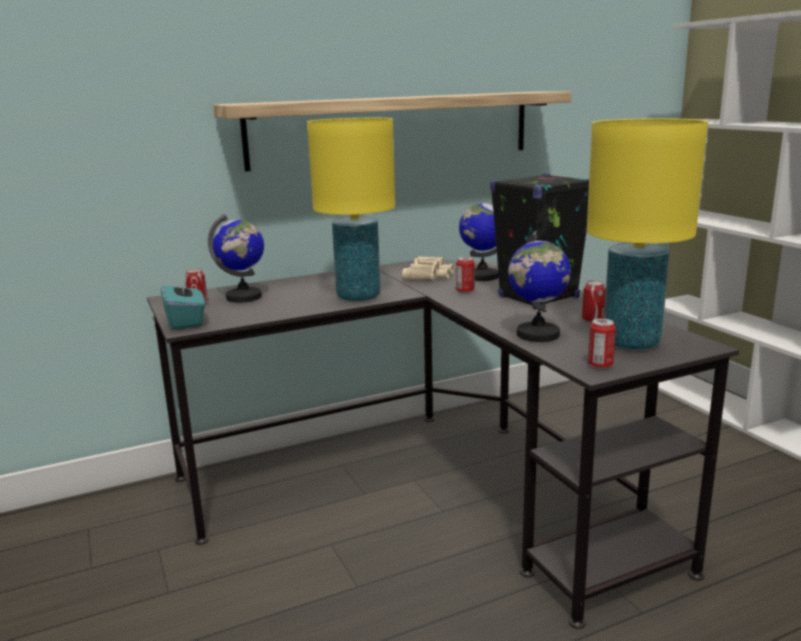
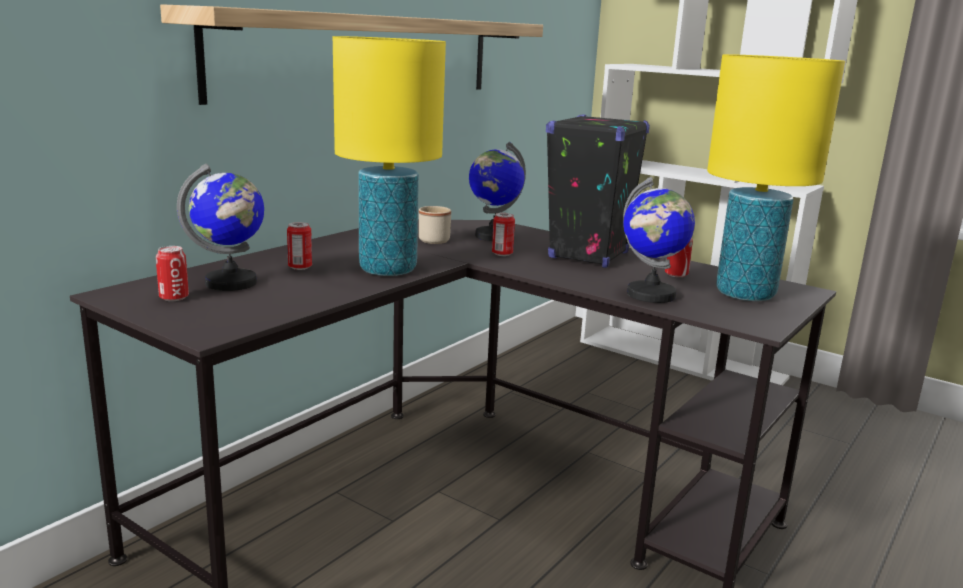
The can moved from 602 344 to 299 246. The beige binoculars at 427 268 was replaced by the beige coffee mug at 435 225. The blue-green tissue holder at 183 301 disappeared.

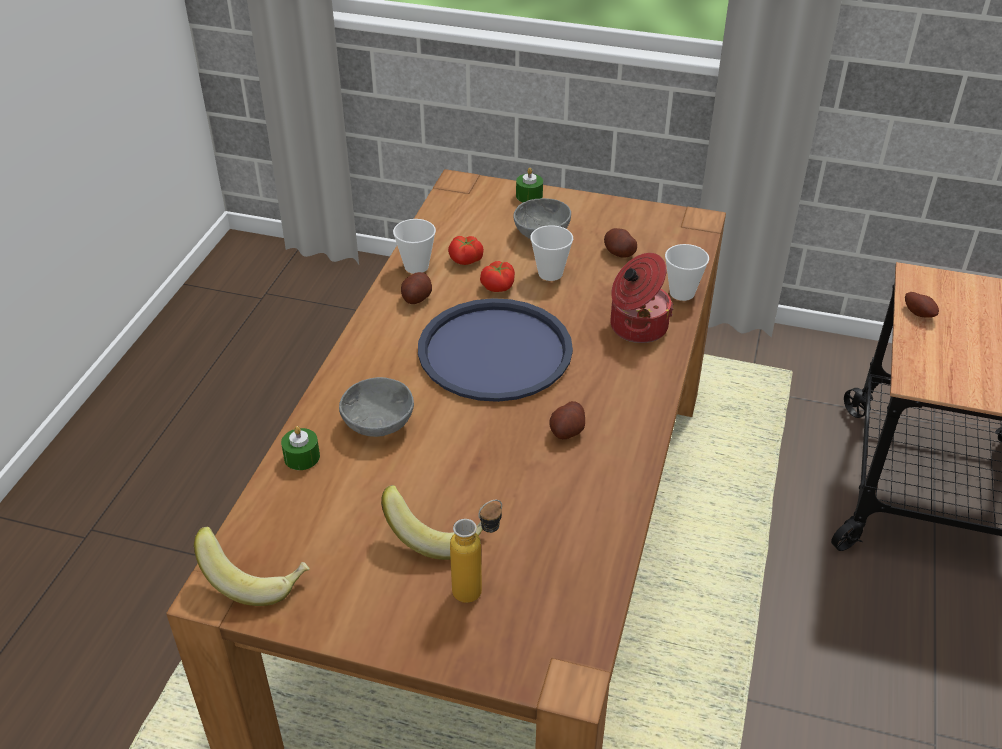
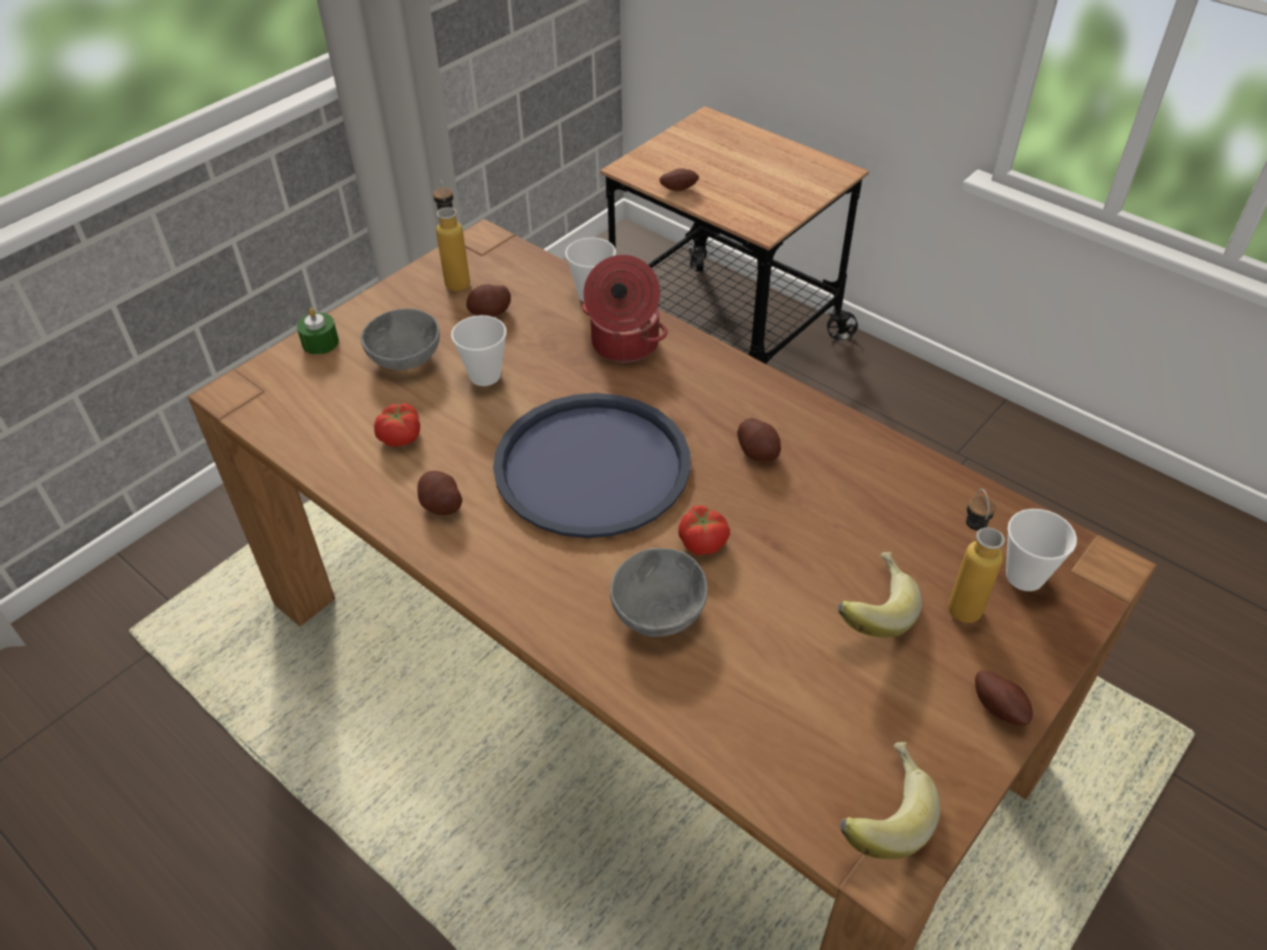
The drink bottle at 451 235 appeared. The tomato moved from 497 276 to 704 530. The potato at 1004 698 appeared. The small cup moved from 414 246 to 1041 550. The green-coloured candle at 300 448 disappeared.

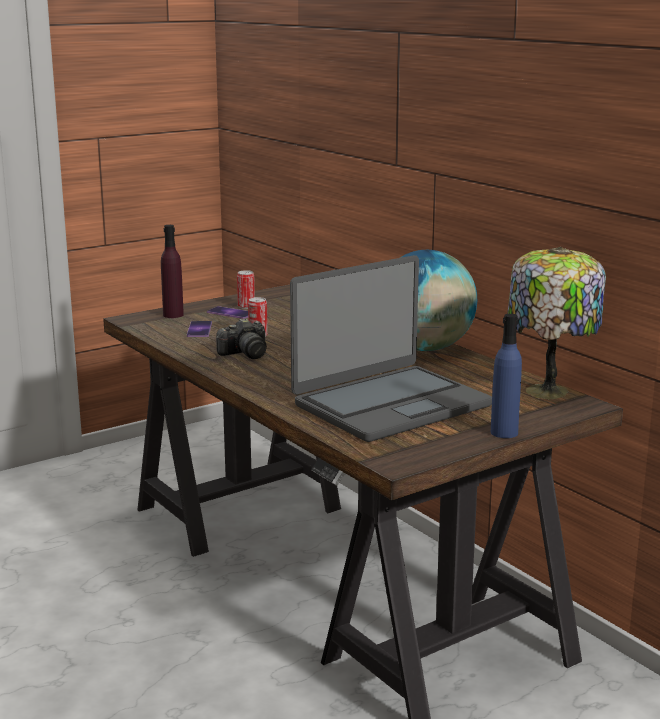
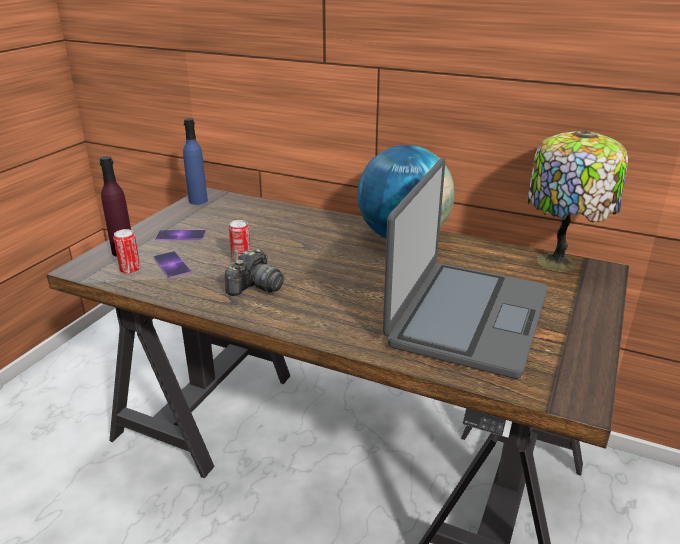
The can moved from 246 289 to 127 251. The bluish drink bottle moved from 506 376 to 195 161.

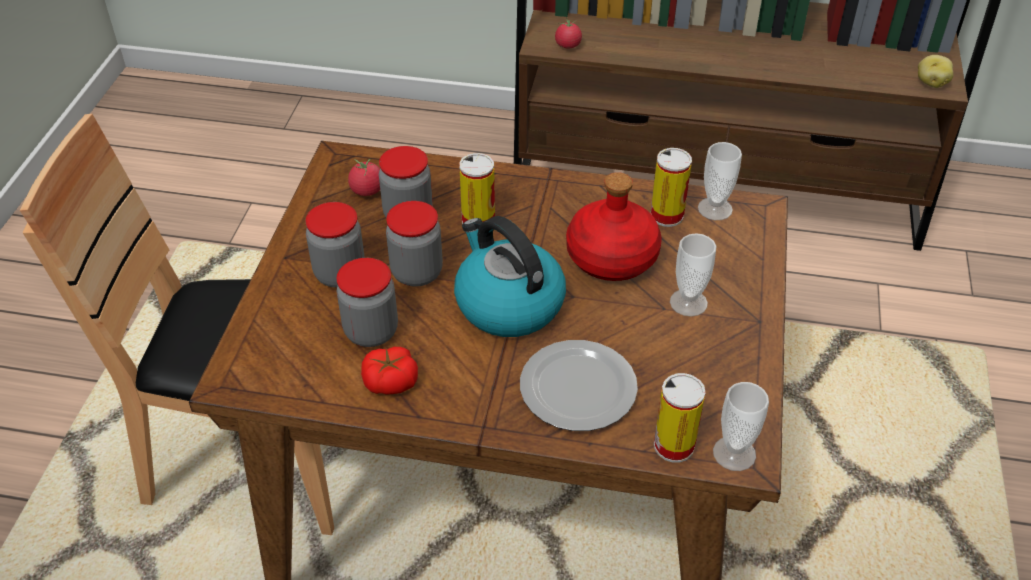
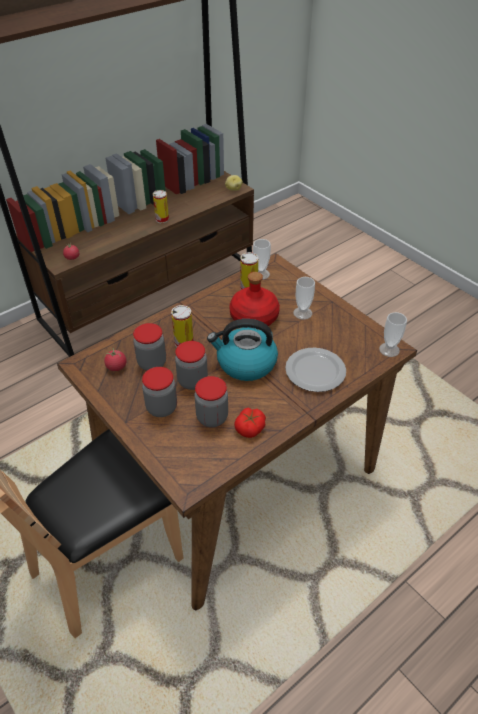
The can moved from 680 418 to 161 206.

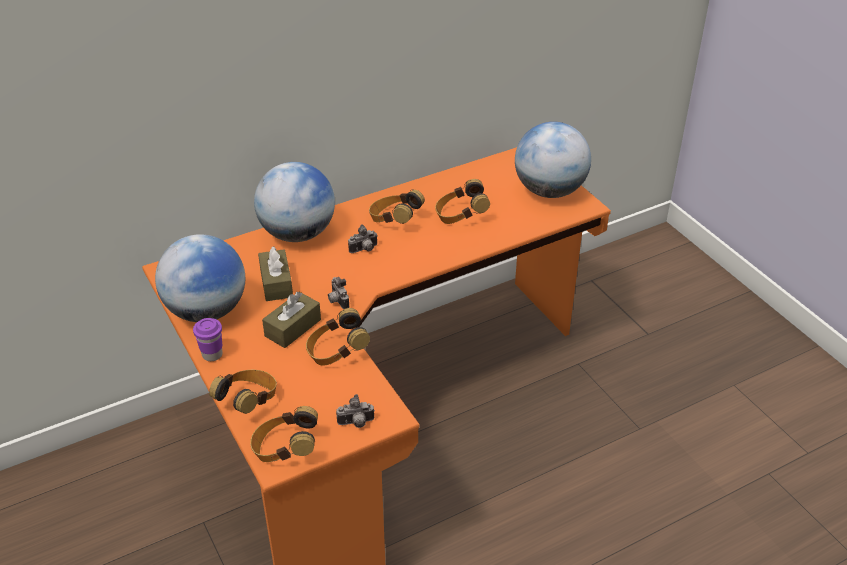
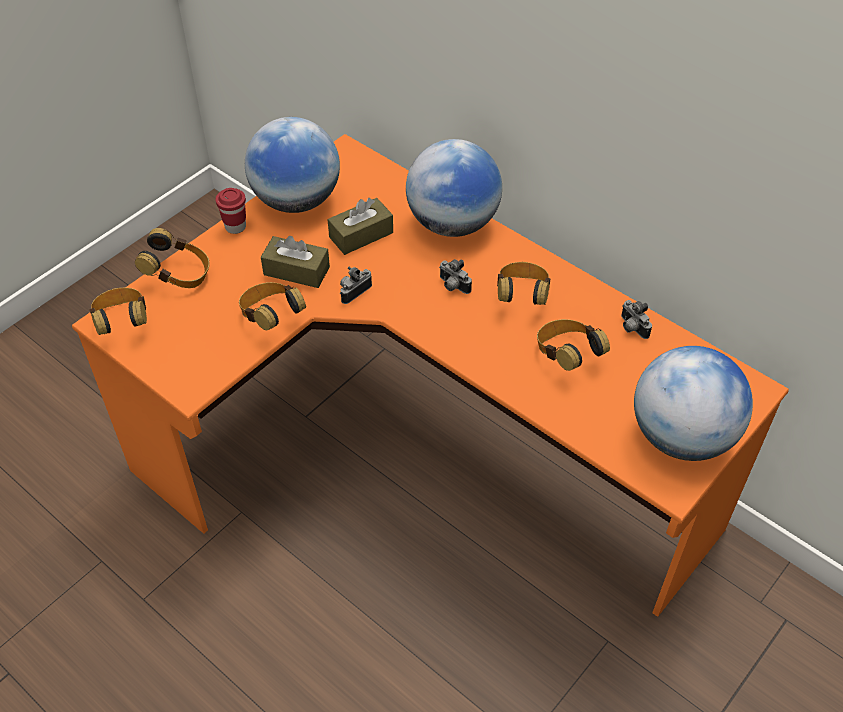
The purplish small cup at 208 339 became the reddish small cup at 230 211. The still camera moved from 355 411 to 636 319.

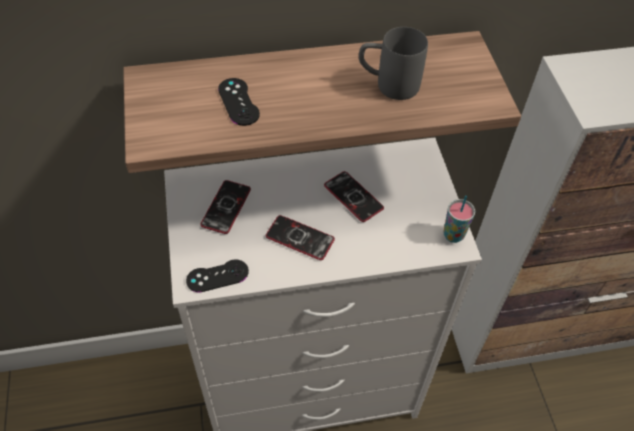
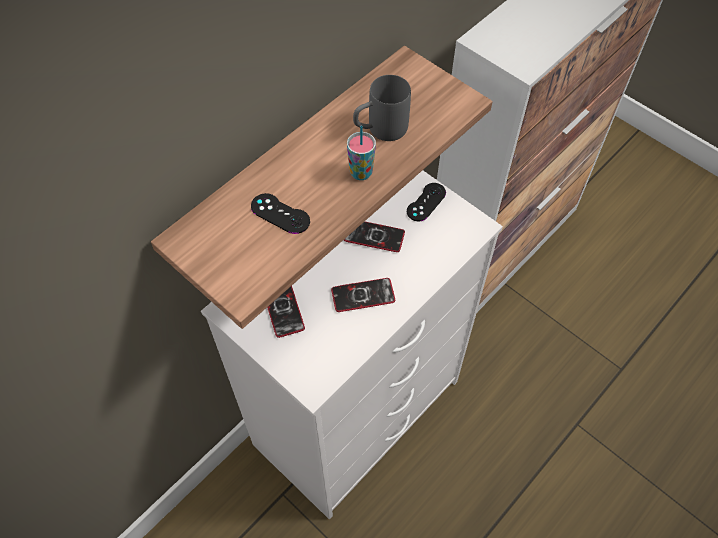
The small cup moved from 459 219 to 361 153. The black-coloured gamepad moved from 217 276 to 426 202.

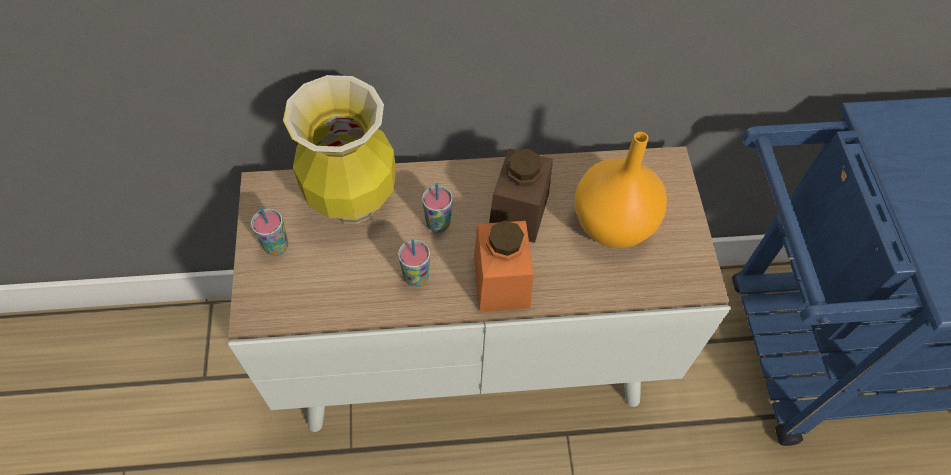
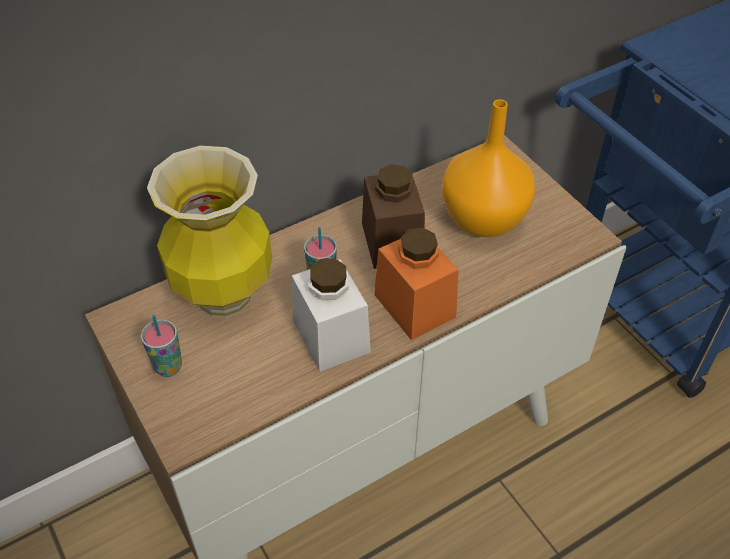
The small cup at 414 263 was replaced by the whitish storage jar at 331 315.

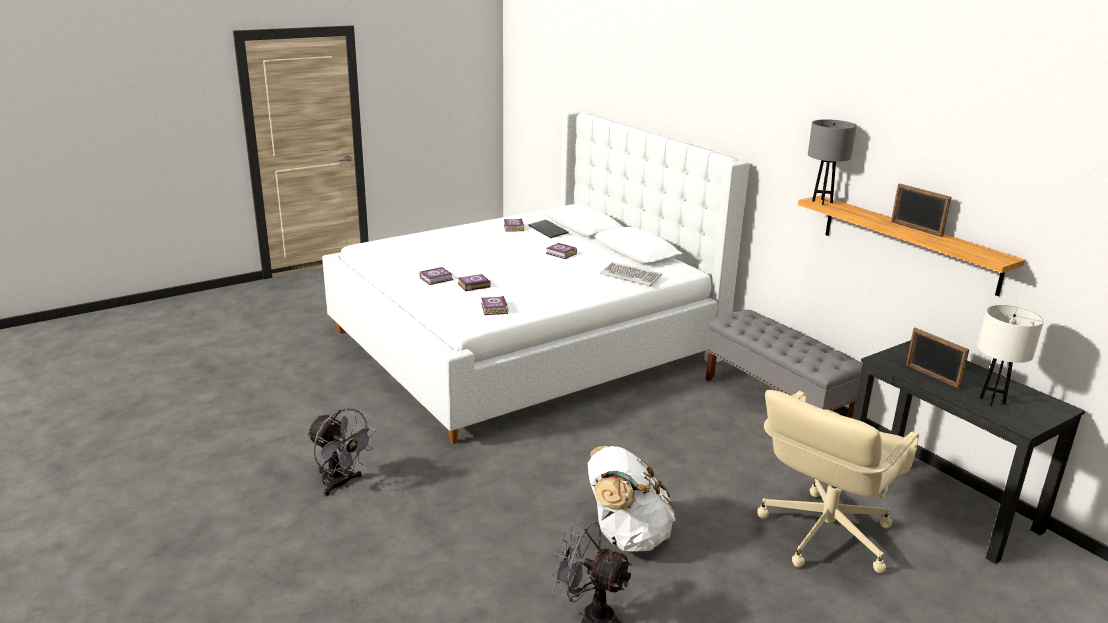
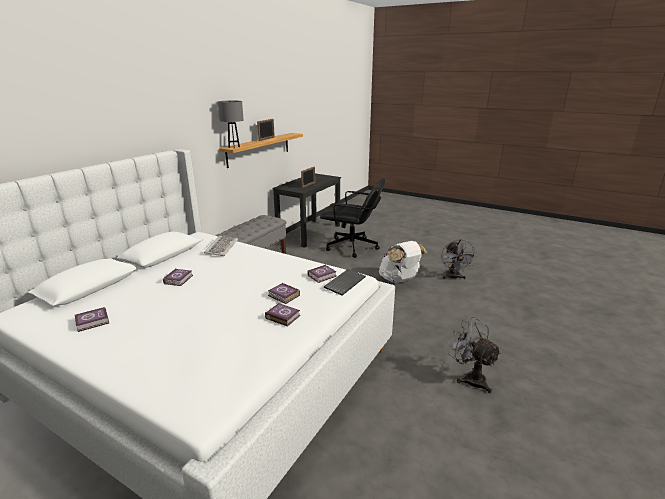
The beige computer chair at 838 481 became the black-coloured computer chair at 352 218. The keyboard moved from 548 229 to 345 282. The grey cooling fan at 341 452 turned 45 degrees counterclockwise. The whitish table lamp at 1011 355 disappeared.

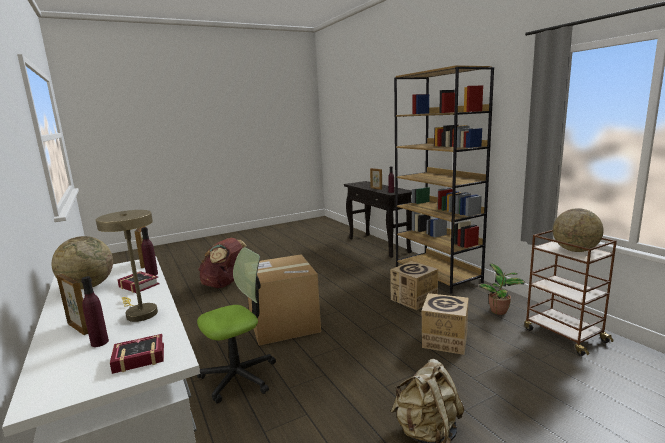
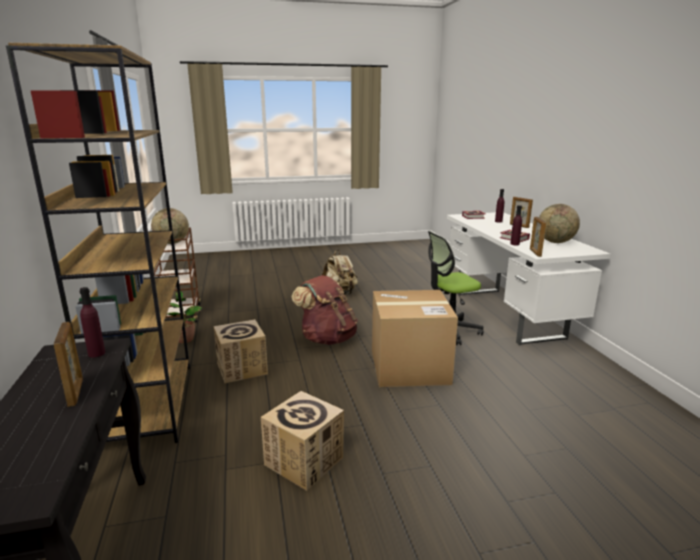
The cardboard box moved from 445 324 to 302 441. The brownish rucksack moved from 222 263 to 324 310. The beige table lamp at 127 266 disappeared.

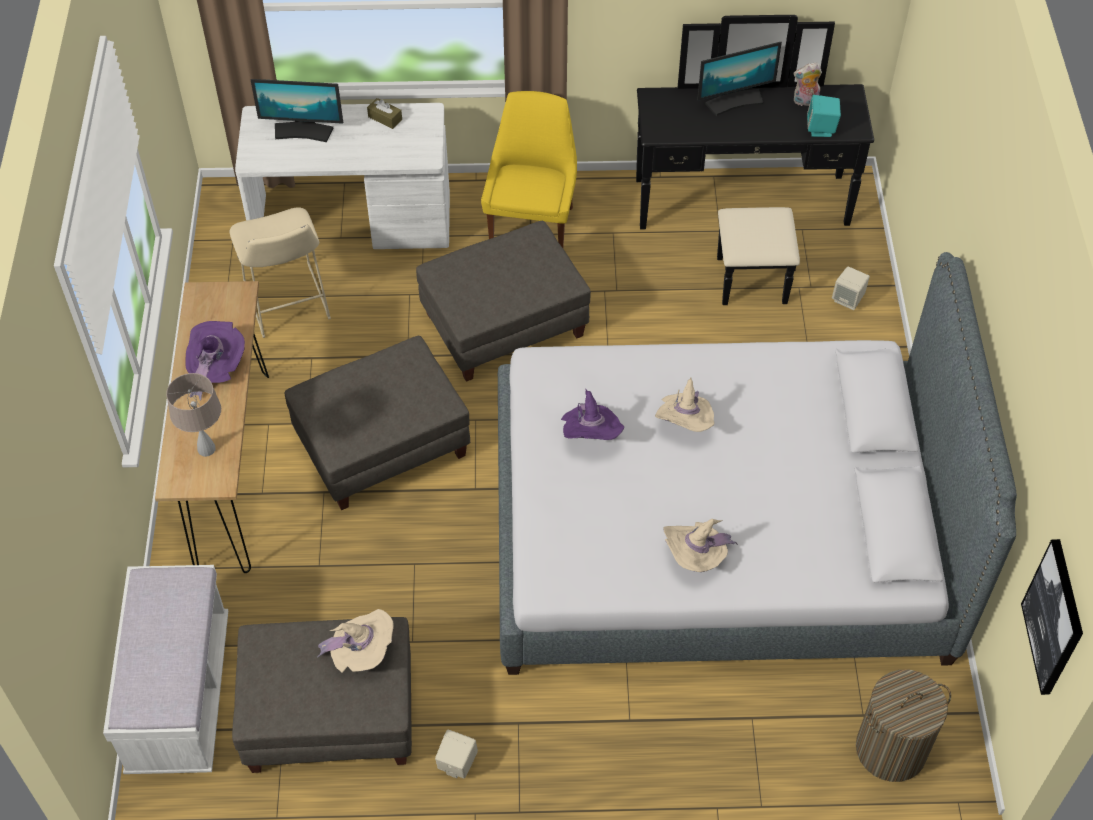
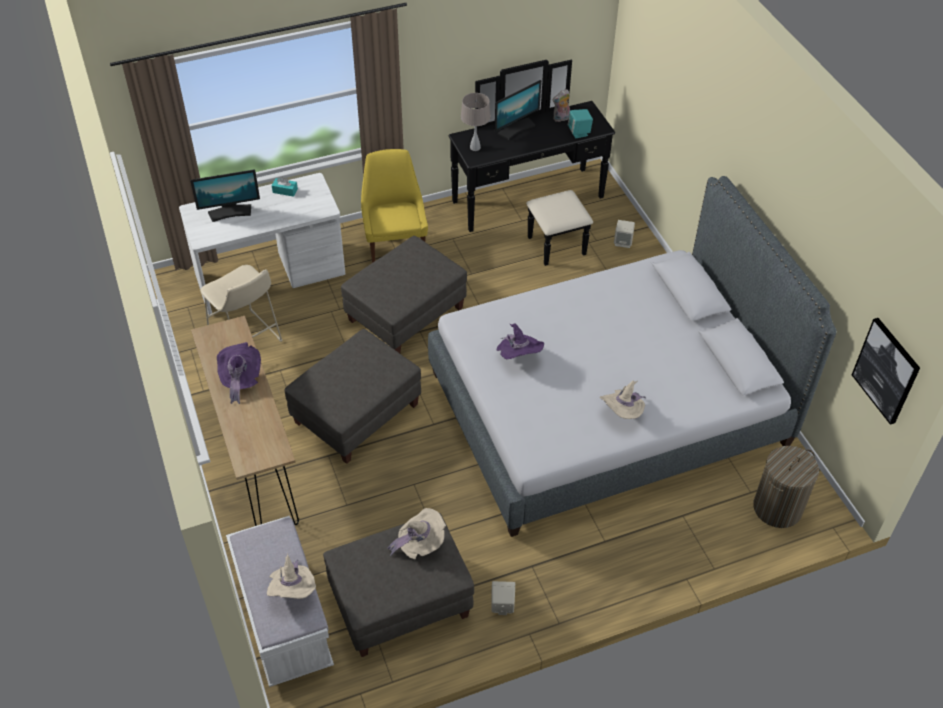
The beige clothing hat moved from 684 405 to 291 576. The brownish tissue holder at 384 113 became the blue-green tissue holder at 285 187. The beige table lamp moved from 193 415 to 476 122.

